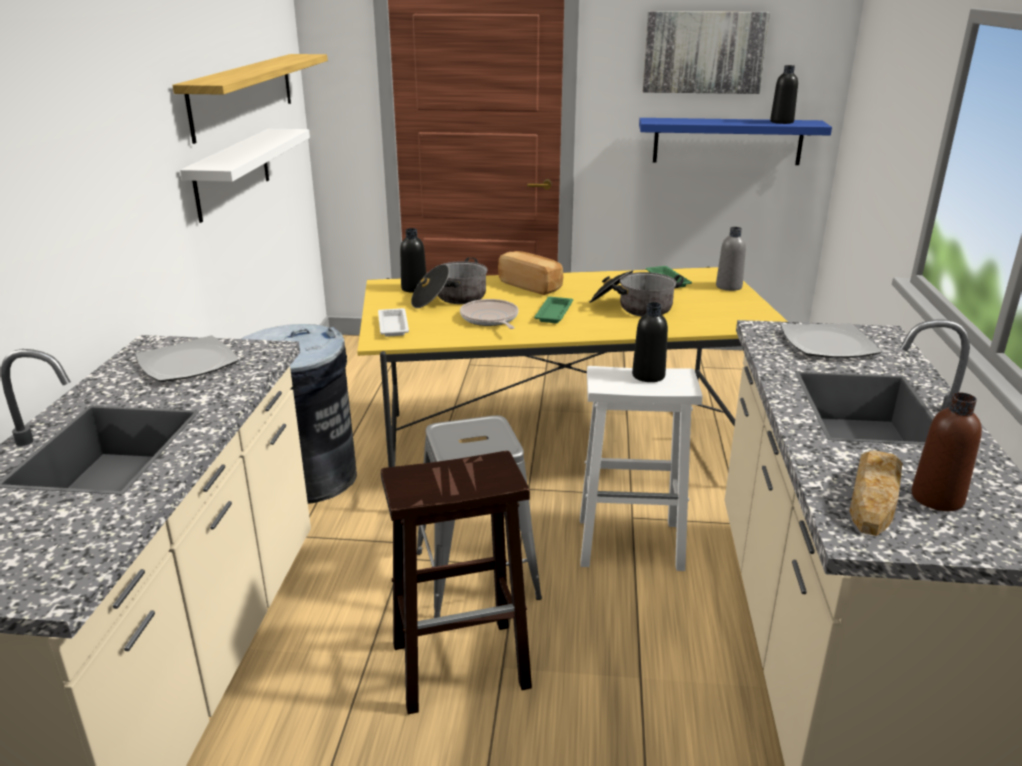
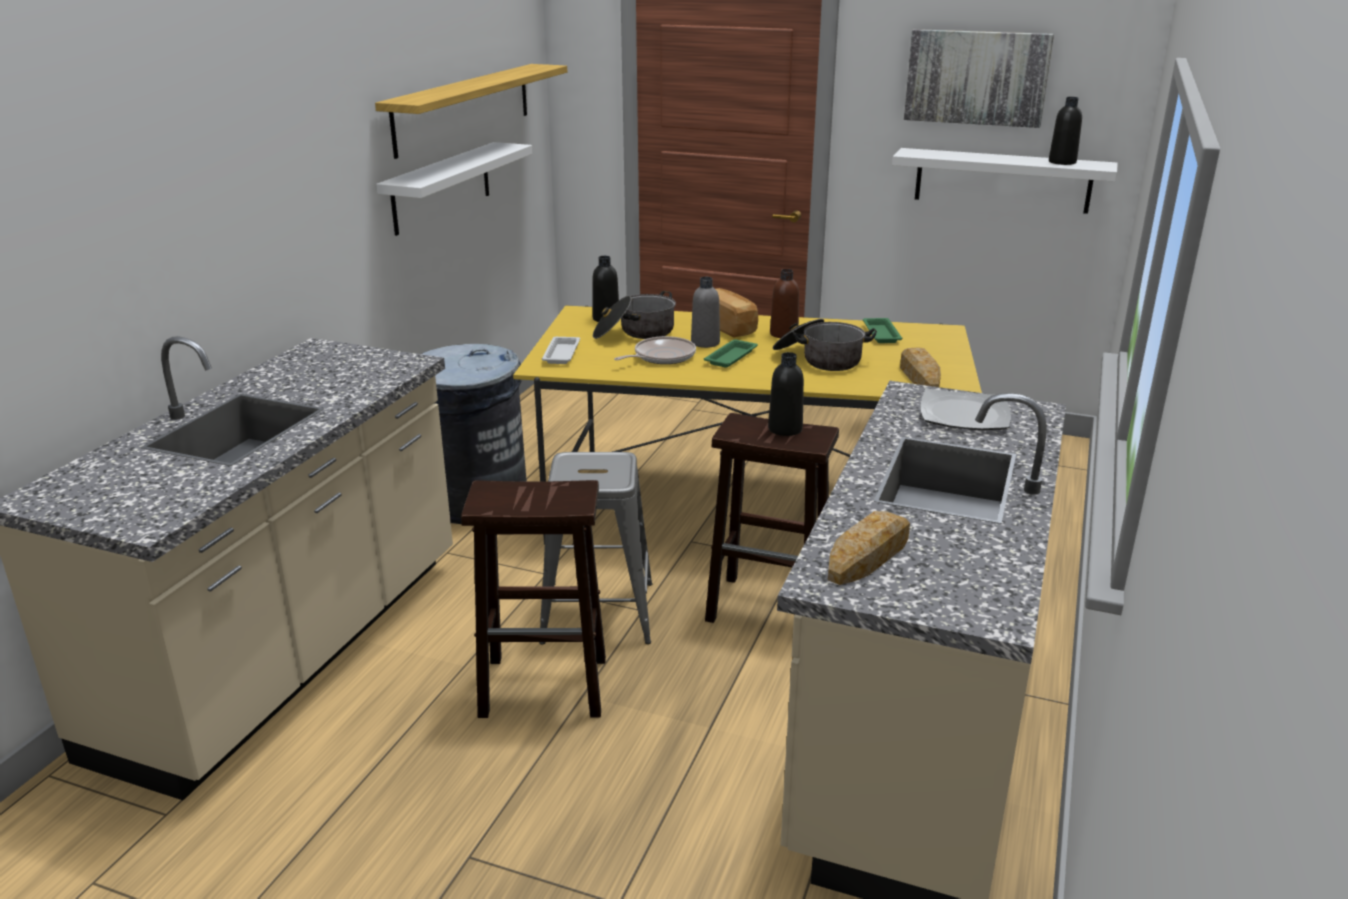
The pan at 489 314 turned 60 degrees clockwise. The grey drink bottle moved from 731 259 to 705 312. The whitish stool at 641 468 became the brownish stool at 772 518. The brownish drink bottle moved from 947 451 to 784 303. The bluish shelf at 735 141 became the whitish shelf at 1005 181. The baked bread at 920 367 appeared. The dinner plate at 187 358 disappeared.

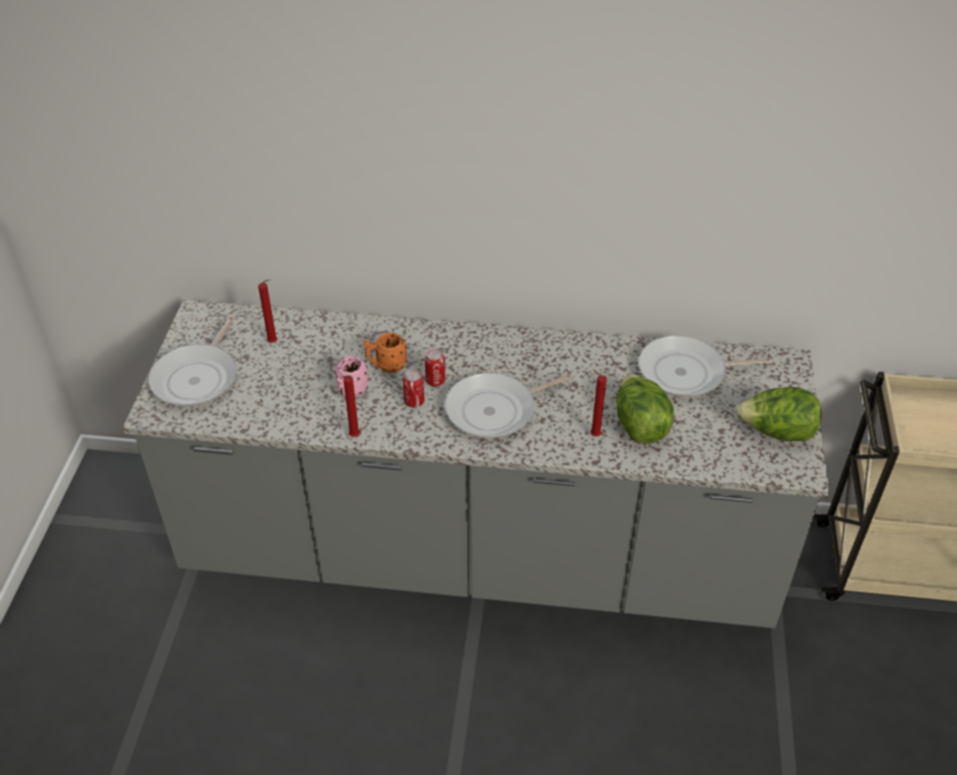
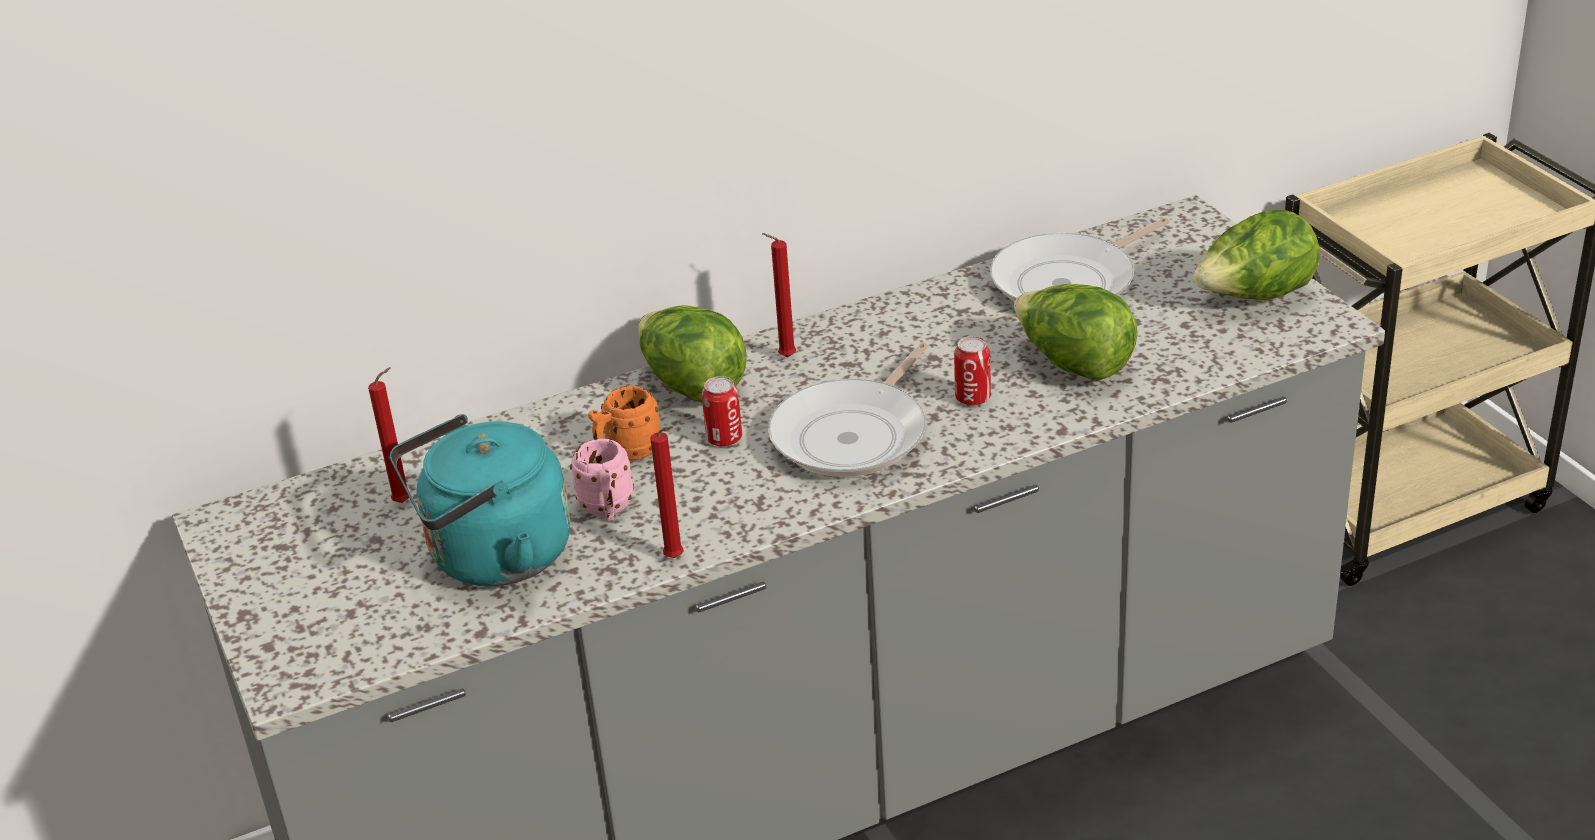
The blue-green kettle at 480 500 appeared. The head of lettuce at 692 353 appeared. The reddish candle moved from 598 403 to 779 295. The can moved from 413 388 to 972 371. The pan at 192 361 disappeared.

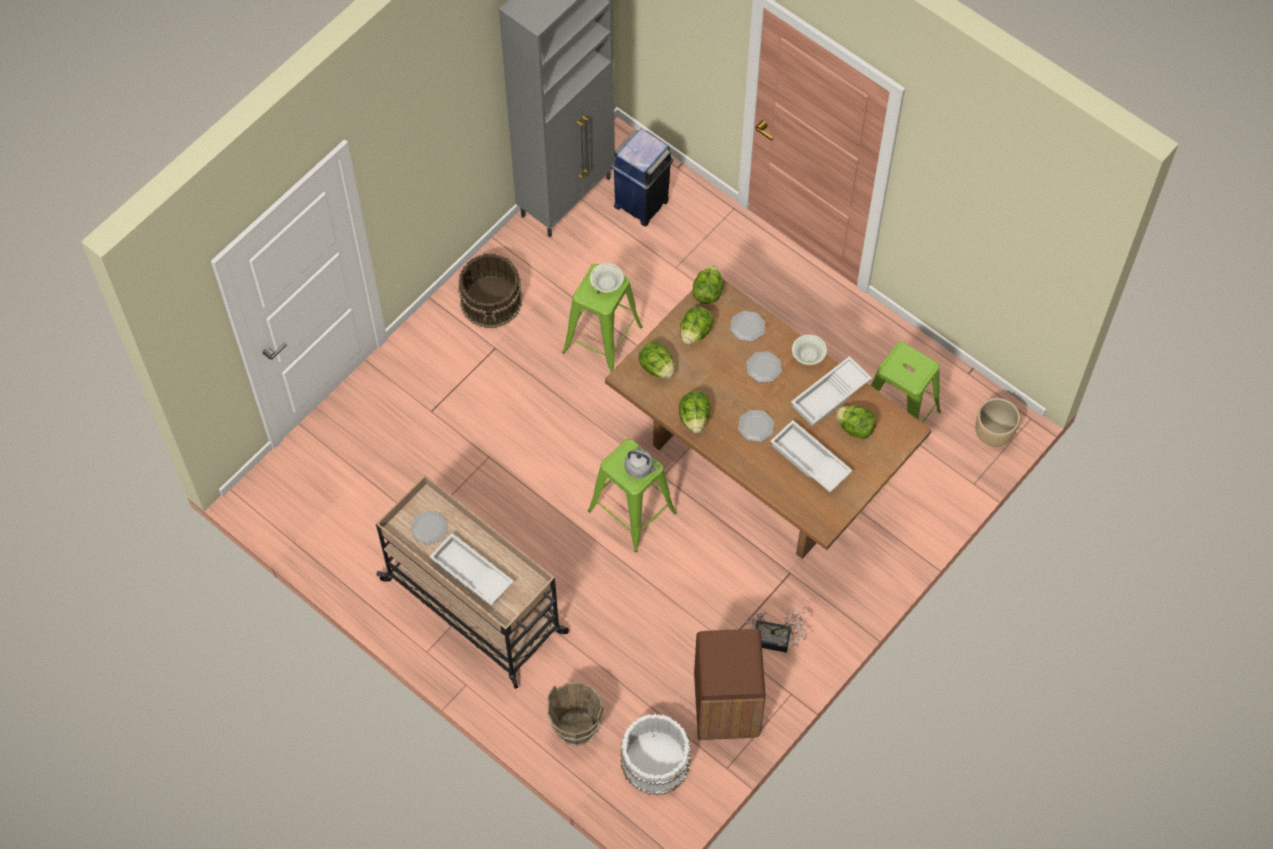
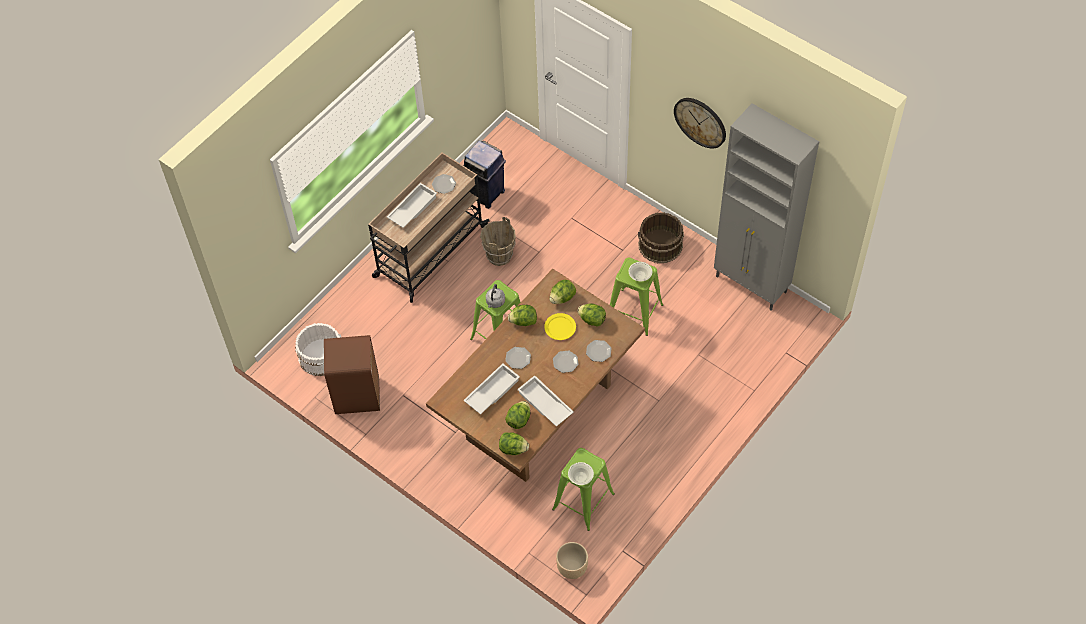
The bluish trash can moved from 642 178 to 484 175. The brownish bucket moved from 575 714 to 498 241. The head of lettuce moved from 708 285 to 514 443. The yellowish dinner plate at 560 326 appeared. The whitish serving bowl moved from 809 350 to 581 473. The wall clock at 700 123 appeared. The potted plant at 775 630 disappeared.

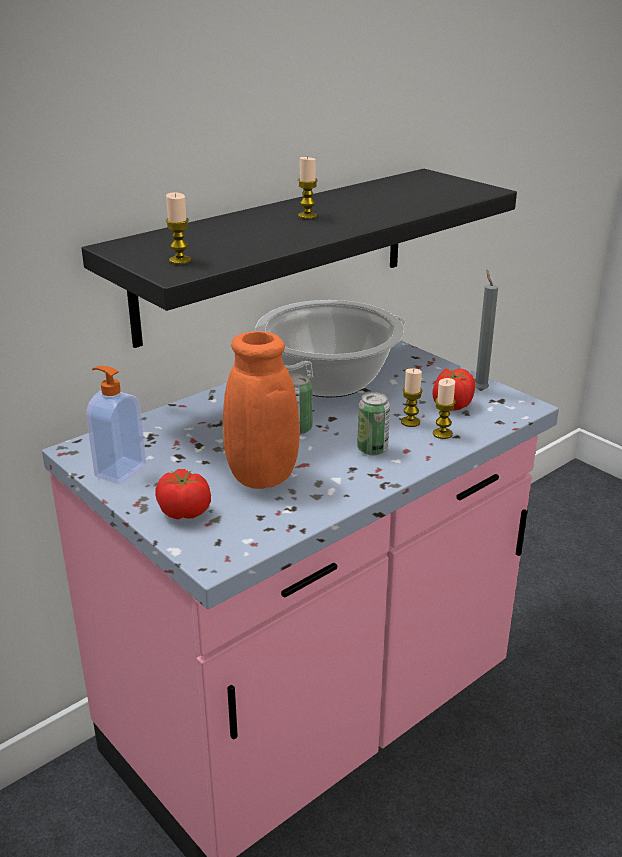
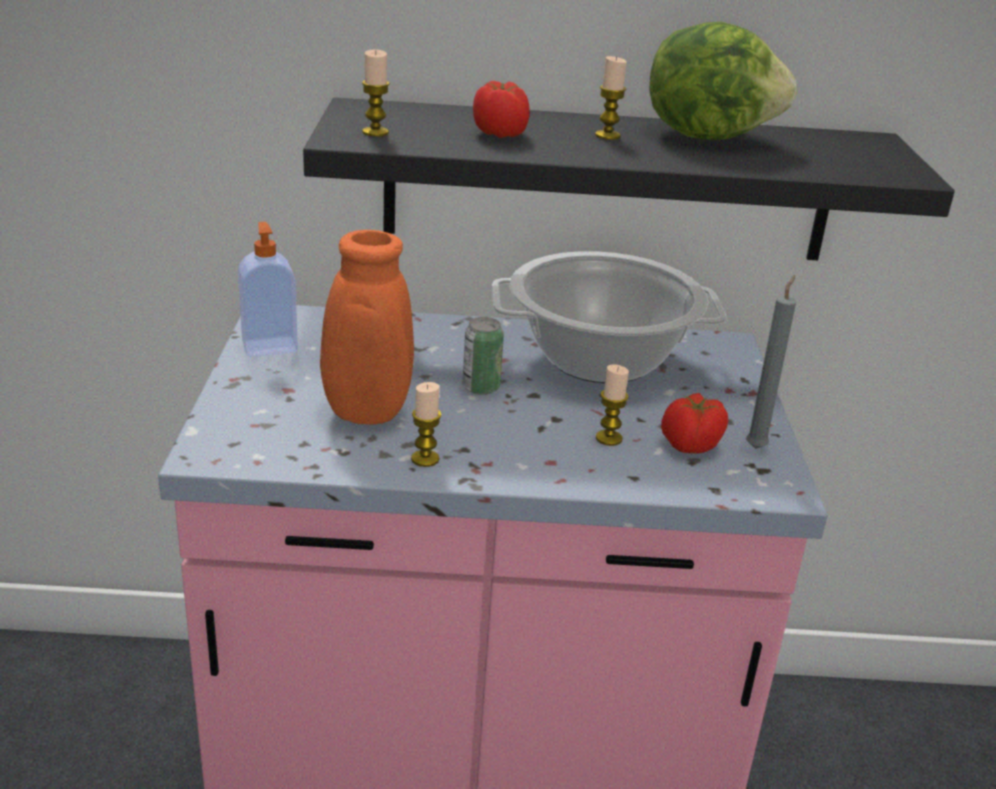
The candle moved from 444 408 to 426 424. The tomato moved from 183 494 to 501 109. The head of lettuce at 723 81 appeared. The can at 373 423 disappeared.

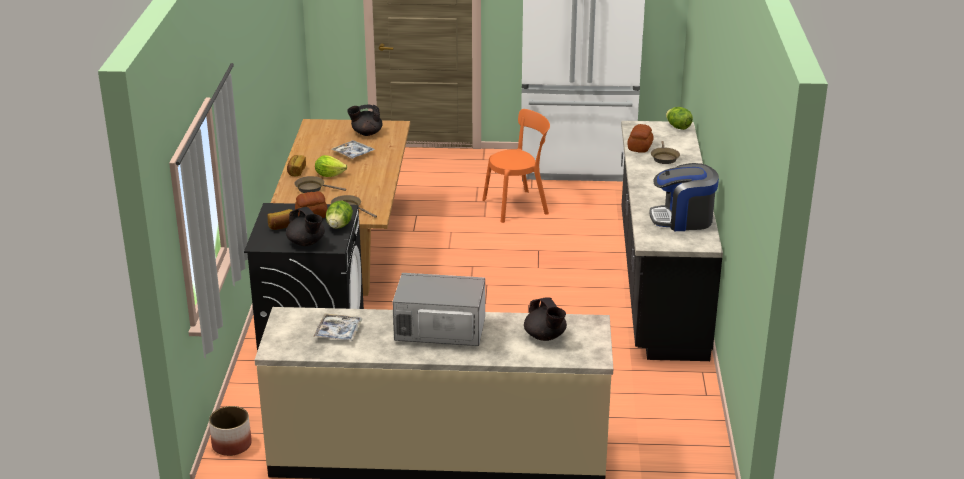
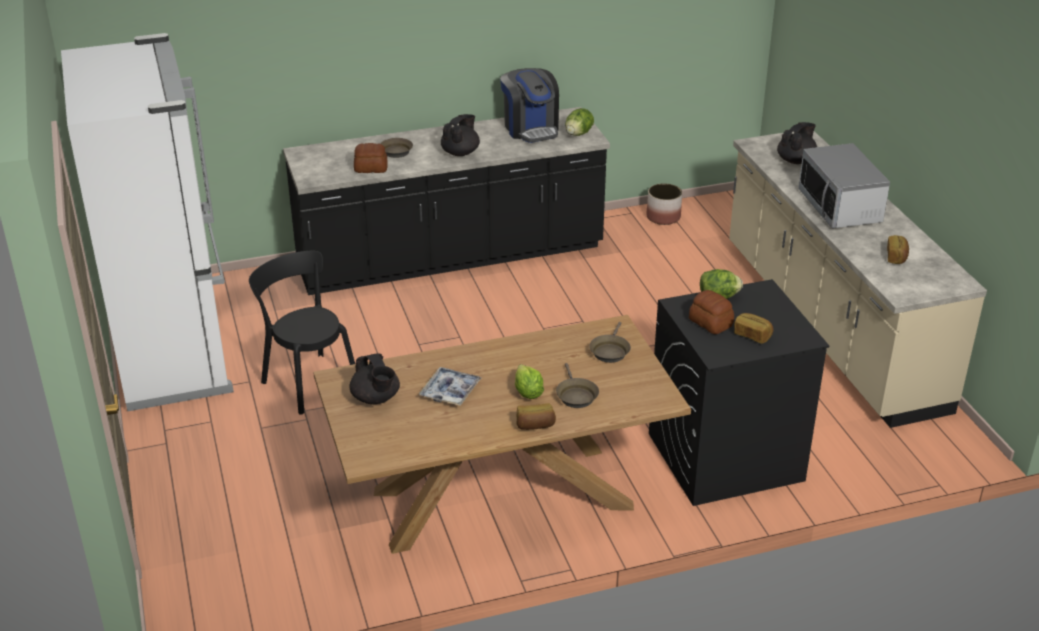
The orange-coloured chair at 516 166 became the black-coloured chair at 302 333. The black-coloured tea pot moved from 305 226 to 460 135. The head of lettuce moved from 679 118 to 579 122. The flower pot moved from 230 431 to 664 204. The tray at 338 327 was replaced by the baked bread at 898 249.

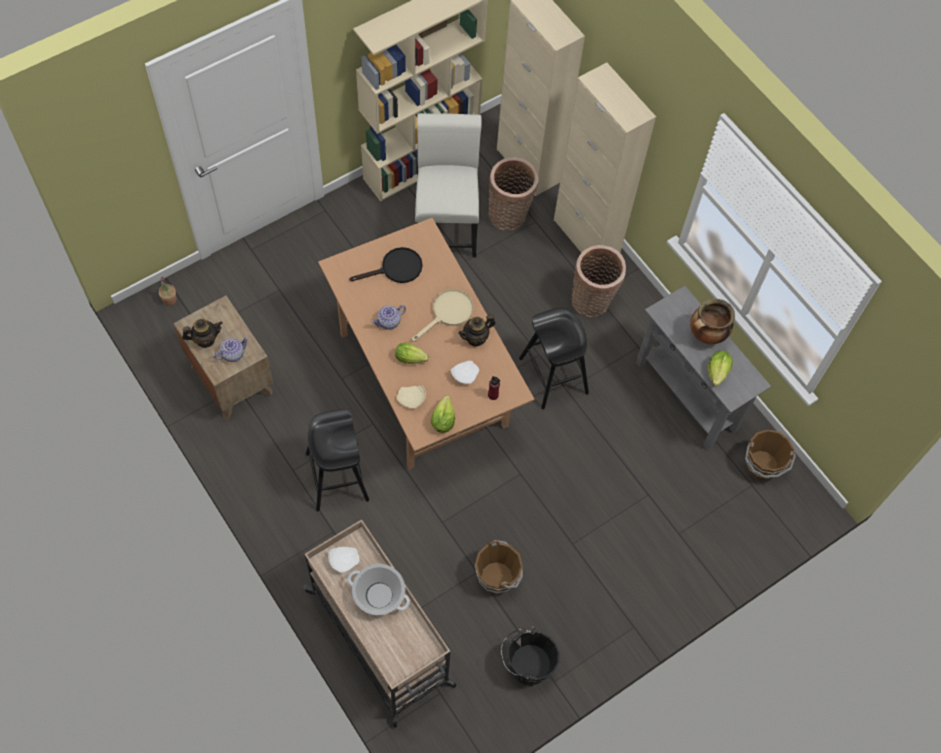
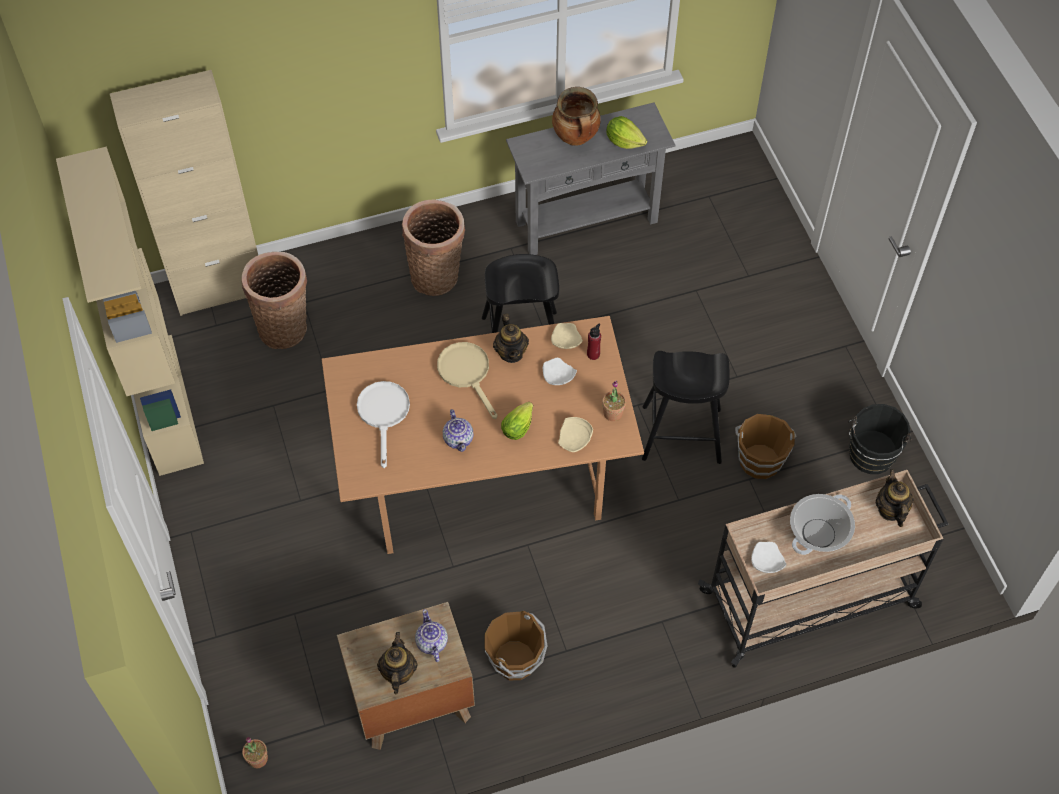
The black-coloured pan at 385 265 became the whitish pan at 383 424. The brownish bucket moved from 770 455 to 516 645. The beige dinner plate at 567 336 appeared. The head of lettuce at 443 414 was replaced by the potted plant at 614 401. The black-coloured stool moved from 337 460 to 685 407. The tea pot at 895 498 appeared. The whitish chair at 448 185 disappeared. The beige storage cabinet at 605 157 disappeared.

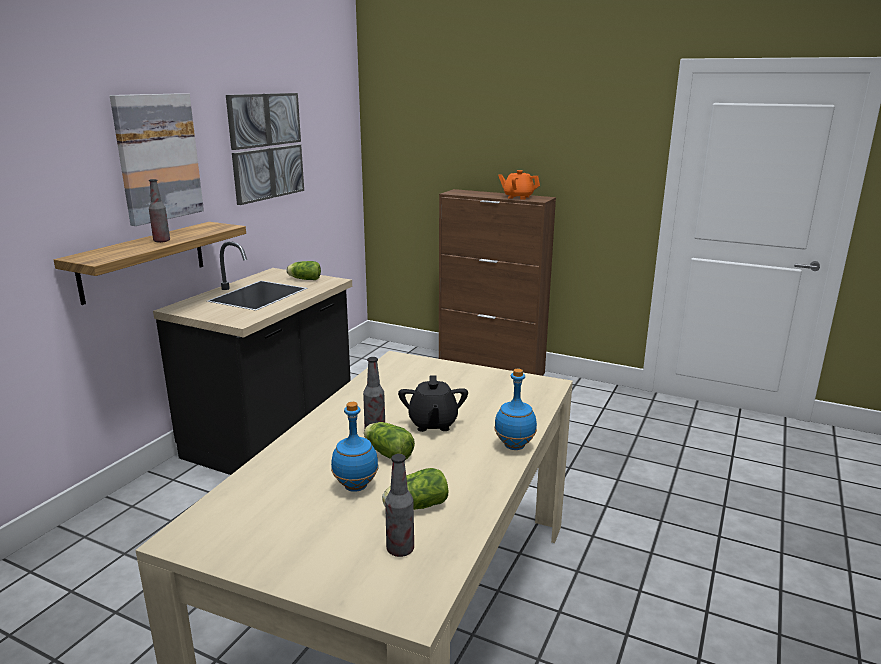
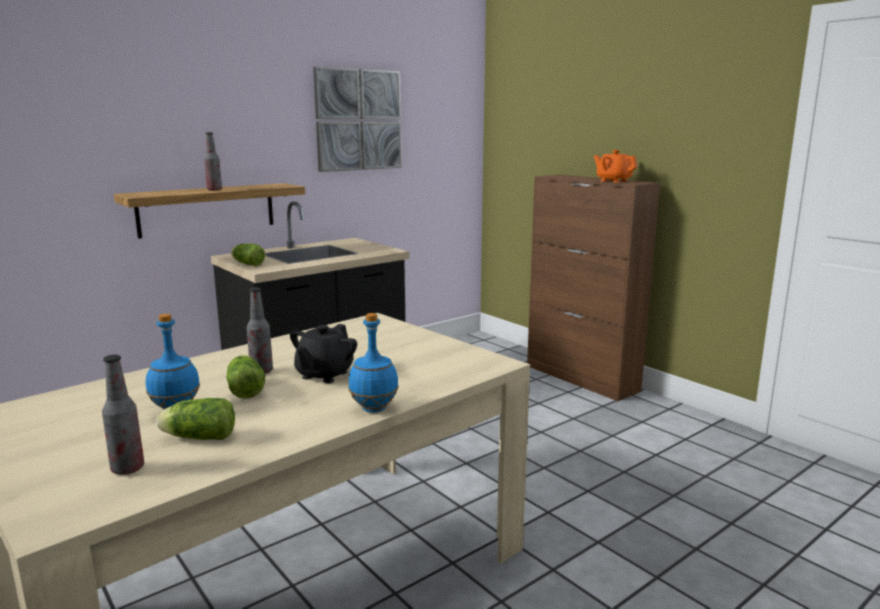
The head of lettuce moved from 303 270 to 248 255. The wall picture at 157 159 disappeared.

